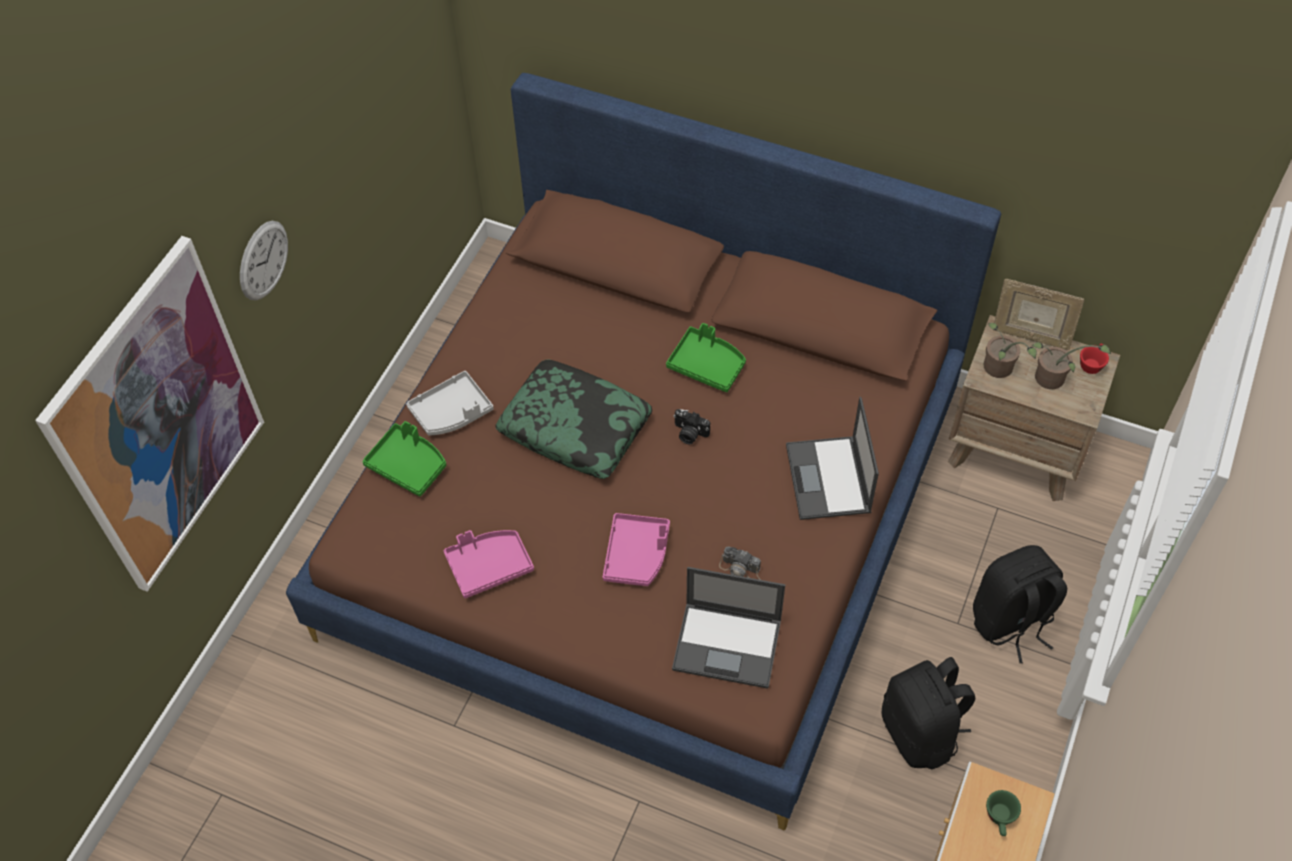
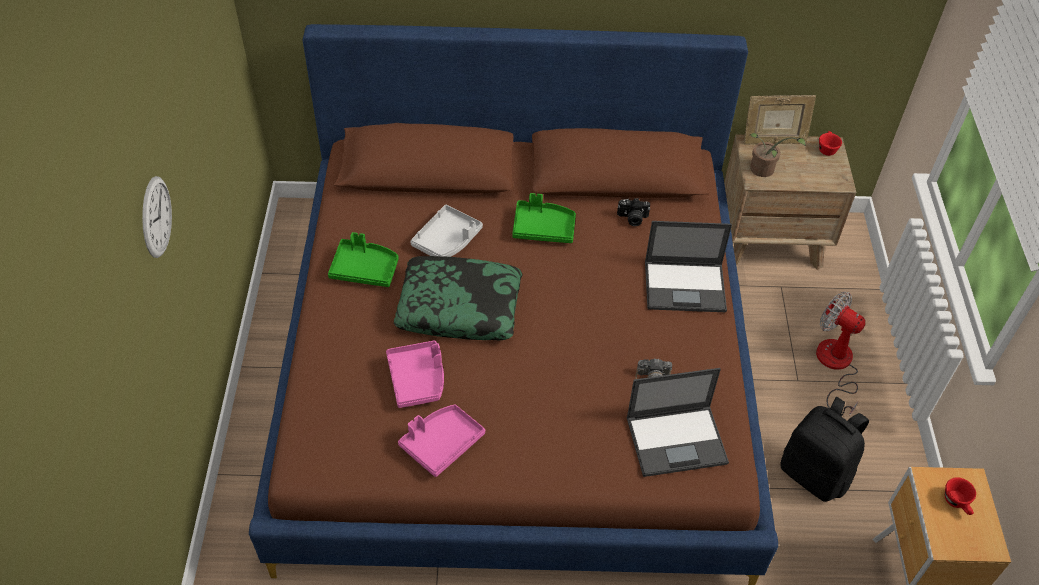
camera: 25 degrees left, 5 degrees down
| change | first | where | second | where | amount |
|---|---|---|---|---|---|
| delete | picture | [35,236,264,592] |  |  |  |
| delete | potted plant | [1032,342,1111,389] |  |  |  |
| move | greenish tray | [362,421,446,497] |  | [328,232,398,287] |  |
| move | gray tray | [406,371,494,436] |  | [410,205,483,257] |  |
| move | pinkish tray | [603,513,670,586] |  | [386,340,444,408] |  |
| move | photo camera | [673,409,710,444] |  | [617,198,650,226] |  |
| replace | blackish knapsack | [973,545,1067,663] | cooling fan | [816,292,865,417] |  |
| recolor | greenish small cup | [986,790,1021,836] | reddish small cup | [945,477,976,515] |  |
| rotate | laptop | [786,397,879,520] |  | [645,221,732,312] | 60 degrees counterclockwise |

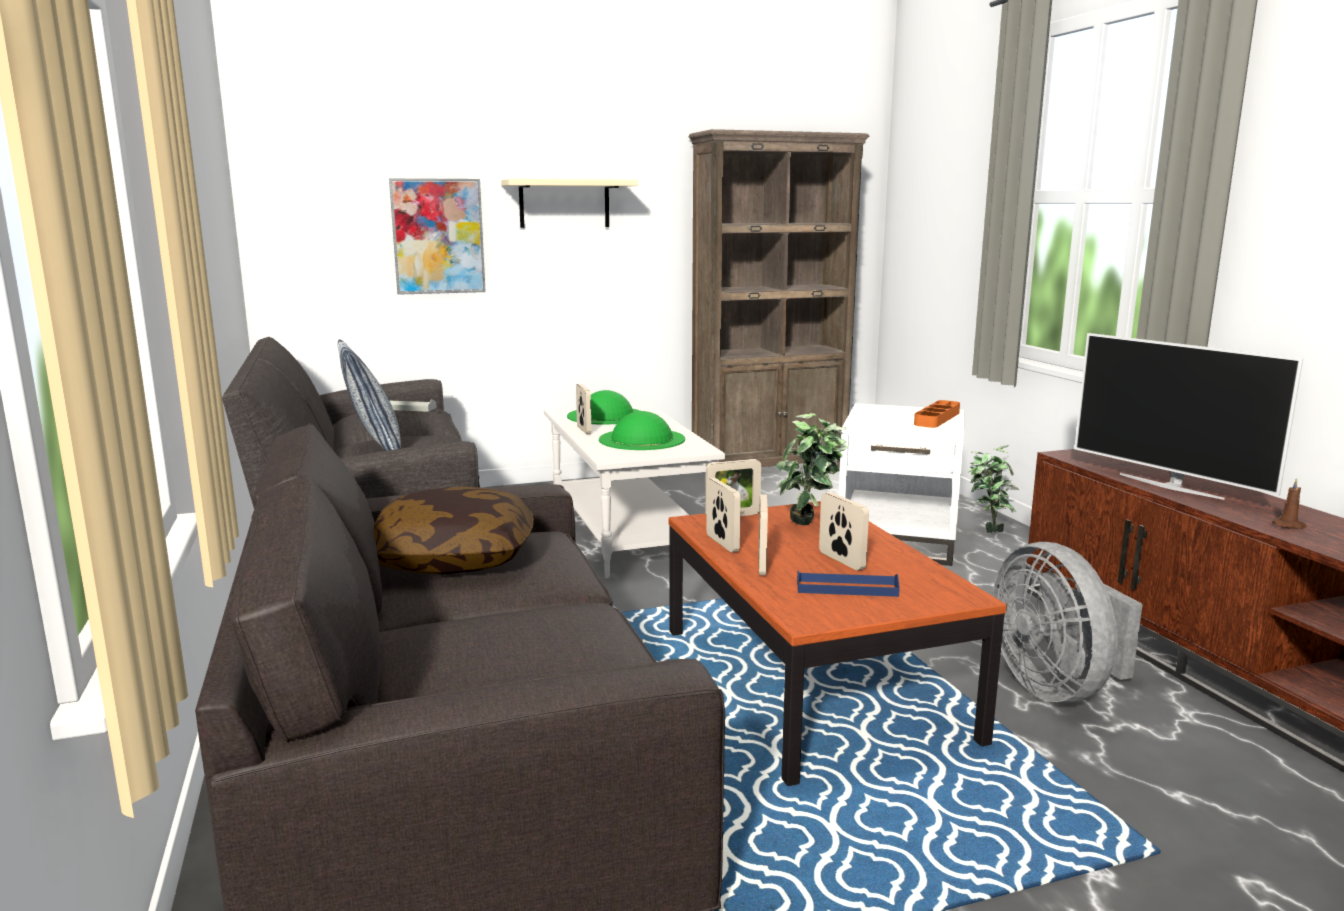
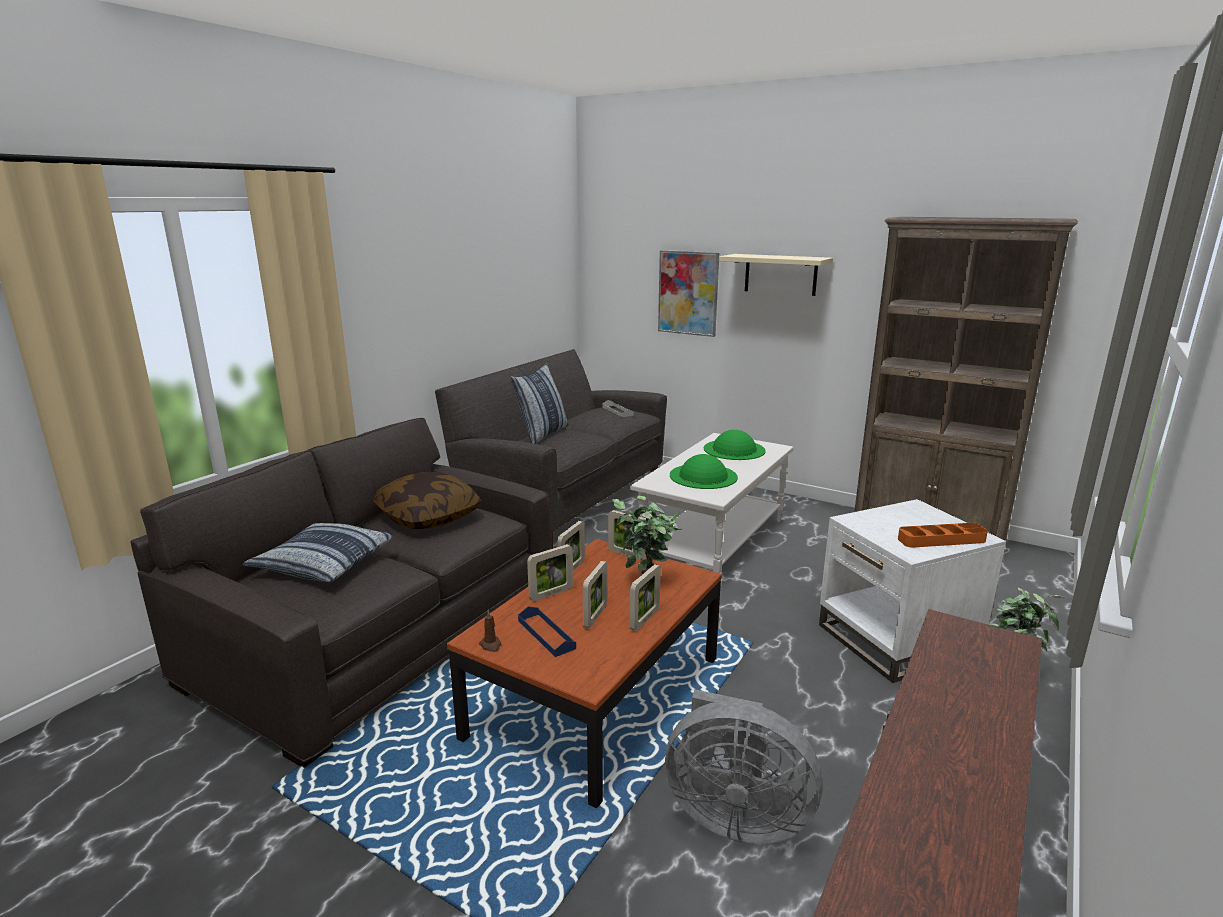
camera: 50 degrees right, 5 degrees up
| change | first | where | second | where | amount |
|---|---|---|---|---|---|
| delete | TV | [1074,333,1303,500] |  |  |  |
| insert |  |  | pillow | [243,523,393,583] |  |
| move | photo frame | [576,384,591,434] |  | [630,564,661,631] |  |
| move | brown-coloured wax candle | [1272,478,1307,529] |  | [479,610,501,652] |  |
| rotate | gray cooling fan | [993,542,1143,703] |  | [665,690,823,844] | 105 degrees counterclockwise |

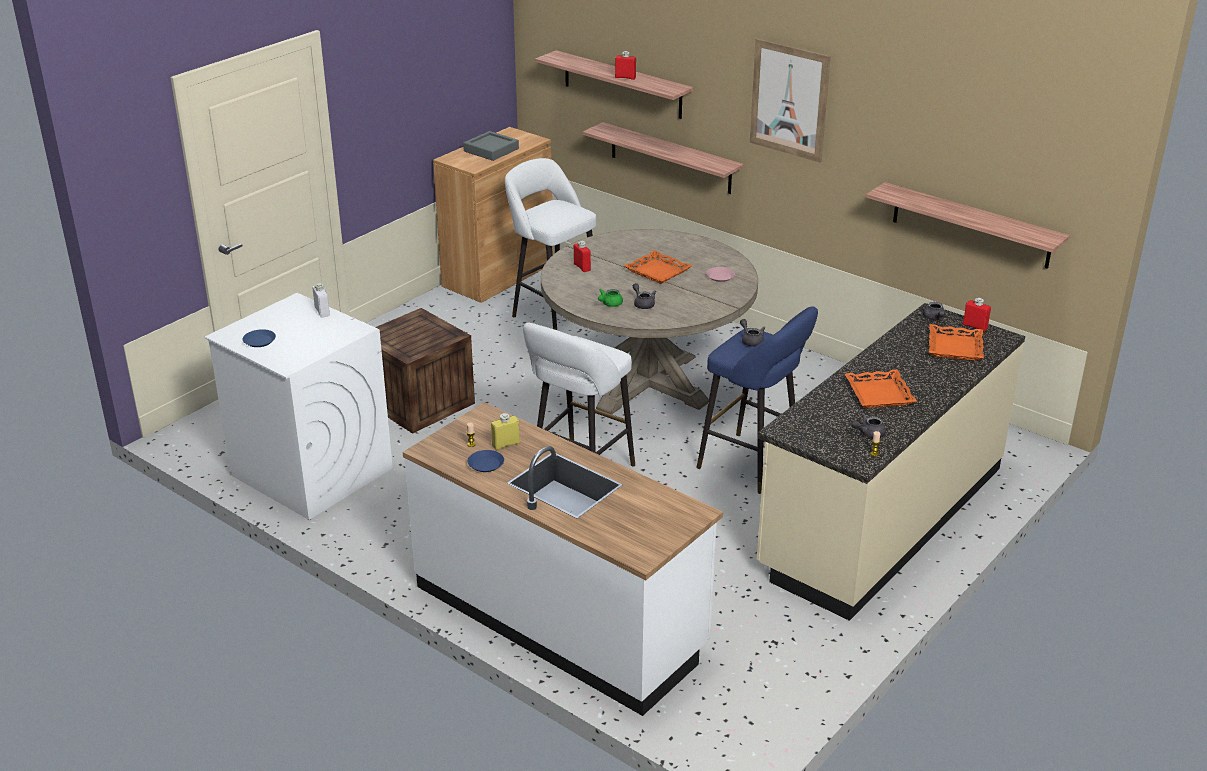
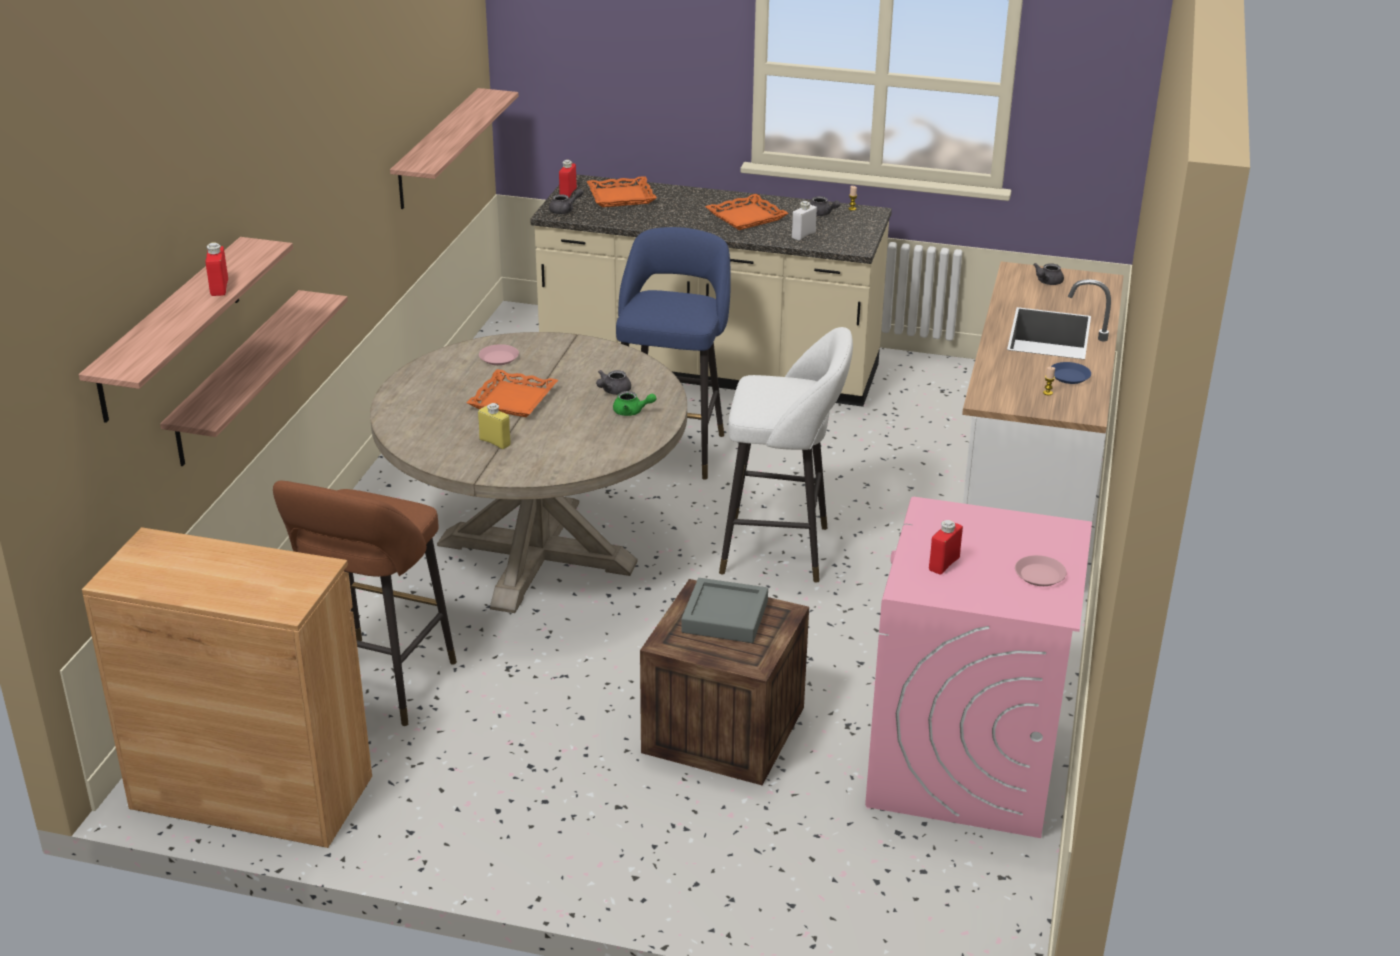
camera: 115 degrees left, 0 degrees up
| change | first | where | second | where | amount |
|---|---|---|---|---|---|
| delete | picture | [750,39,831,163] |  |  |  |
| move | white-coloured drink bottle | [312,283,330,318] |  | [792,201,817,240] |  |
| move | gray tray | [463,131,519,161] |  | [681,578,768,643] |  |
| move | yellowish drink bottle | [491,413,520,450] |  | [478,403,511,449] |  |
| move | reddish drink bottle | [574,241,591,272] |  | [929,520,963,575] |  |
| move | gray pot for tea | [740,319,765,347] |  | [1033,263,1064,285] |  |
| recolor | white-coloured washing machine | [204,293,393,520] | pinkish washing machine | [865,497,1092,838] |  |
| recolor | bluish flat dish | [242,329,276,347] | pinkish flat dish | [1015,555,1067,586] |  |
| recolor | white-coloured sitting stool | [505,158,596,330] | brown-coloured sitting stool | [273,481,457,726] |  |

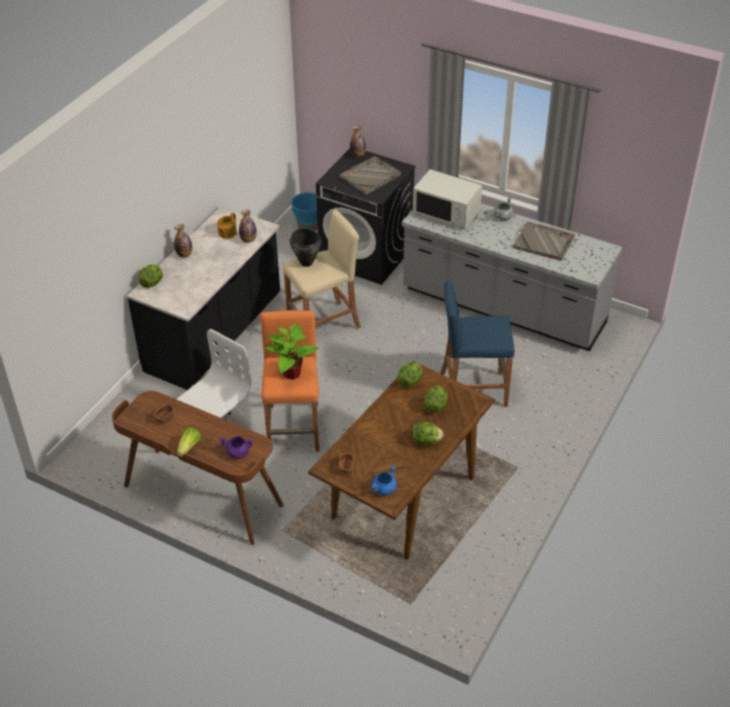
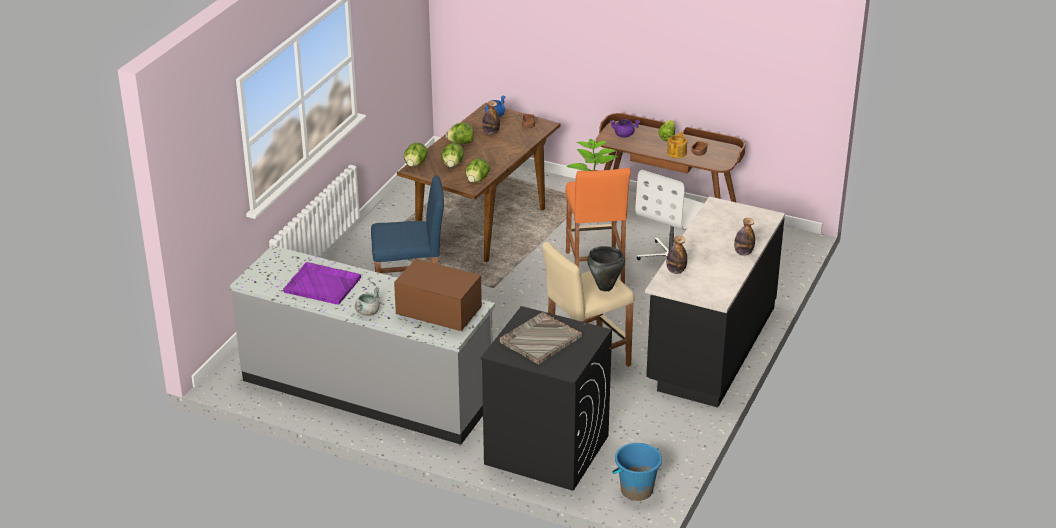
camera: 175 degrees right, 10 degrees down
| change | first | where | second | where | amount |
|---|---|---|---|---|---|
| move | lettuce | [138,264,163,288] |  | [404,143,428,167] |  |
| move | pot for tea | [217,213,237,239] |  | [667,132,687,158] |  |
| move | drink bottle | [350,126,366,157] |  | [482,101,500,135] |  |
| recolor | white-coloured microwave | [413,169,482,229] | brown-coloured microwave | [394,259,482,331] |  |
| recolor | gray tray | [513,222,575,261] | purple-coloured tray | [283,262,361,305] |  |

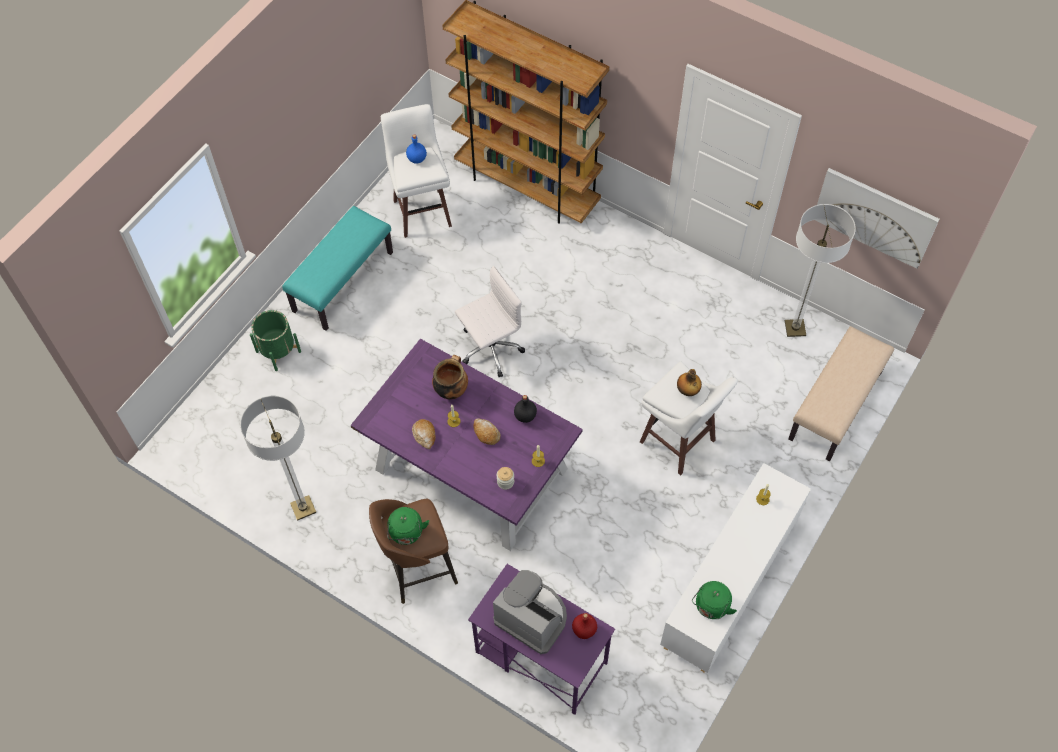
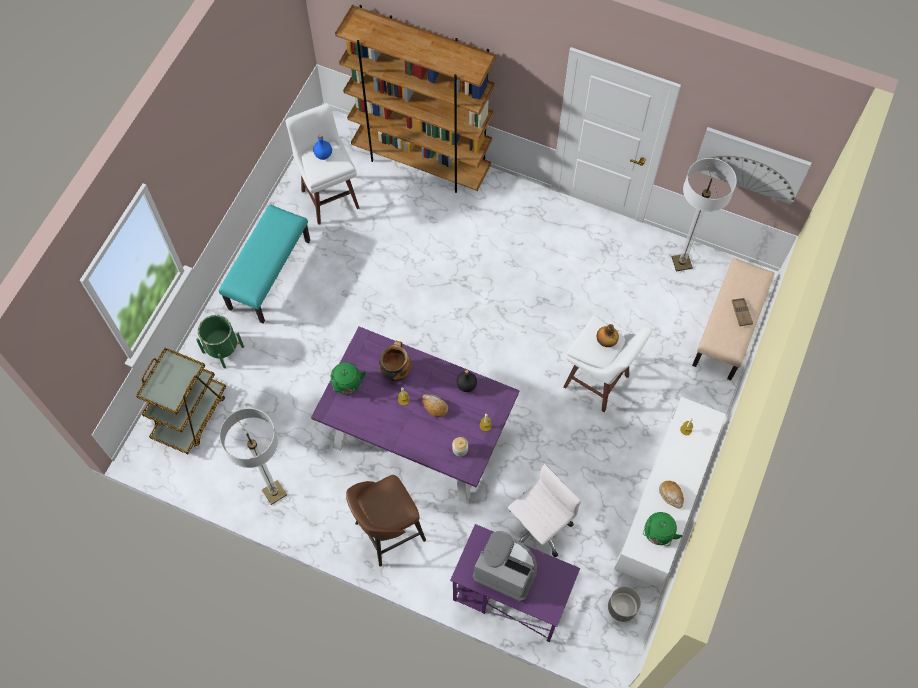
camera: 10 degrees left, 5 degrees up
| change | first | where | second | where | amount |
|---|---|---|---|---|---|
| delete | reddish drink bottle | [572,613,597,639] |  |  |  |
| insert |  |  | brown-coloured trolley | [136,347,226,454] |  |
| insert |  |  | gray flower pot | [608,586,641,622] |  |
| insert |  |  | brown-coloured tray | [731,298,753,326] |  |
| move | greenish kettle | [387,507,429,545] |  | [331,362,366,395] |  |
| move | baked bread | [412,419,436,449] |  | [659,481,684,509] |  |
| move | white-coloured desk chair | [455,266,525,377] |  | [508,464,581,557] |  |

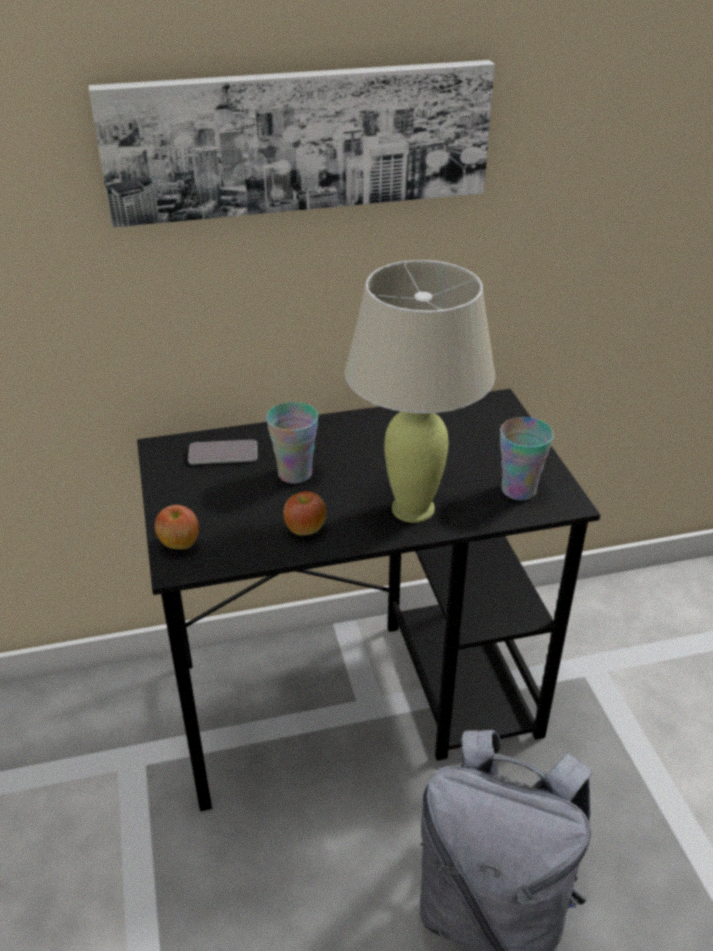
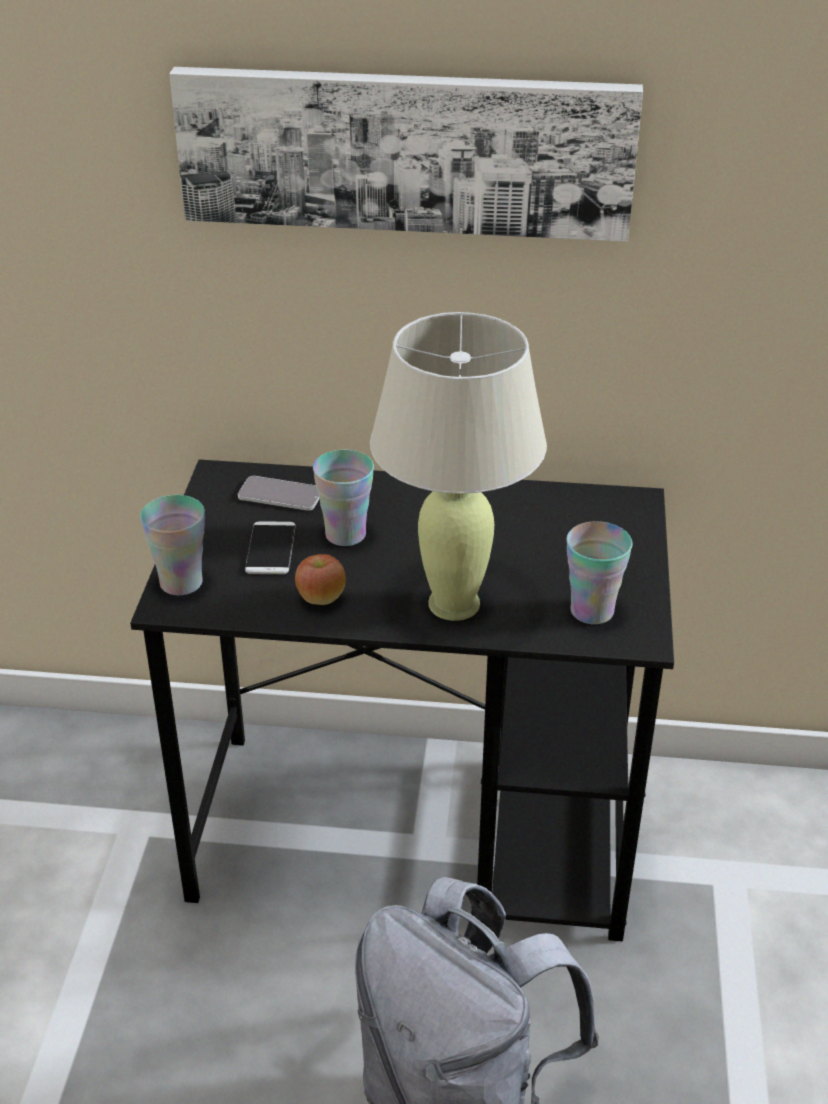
camera: 20 degrees right, 0 degrees up
| change | first | where | second | where | amount |
|---|---|---|---|---|---|
| insert |  |  | handset | [245,521,296,574] |  |
| replace | apple fruit | [155,505,199,549] | small cup | [140,495,205,596] |  |

